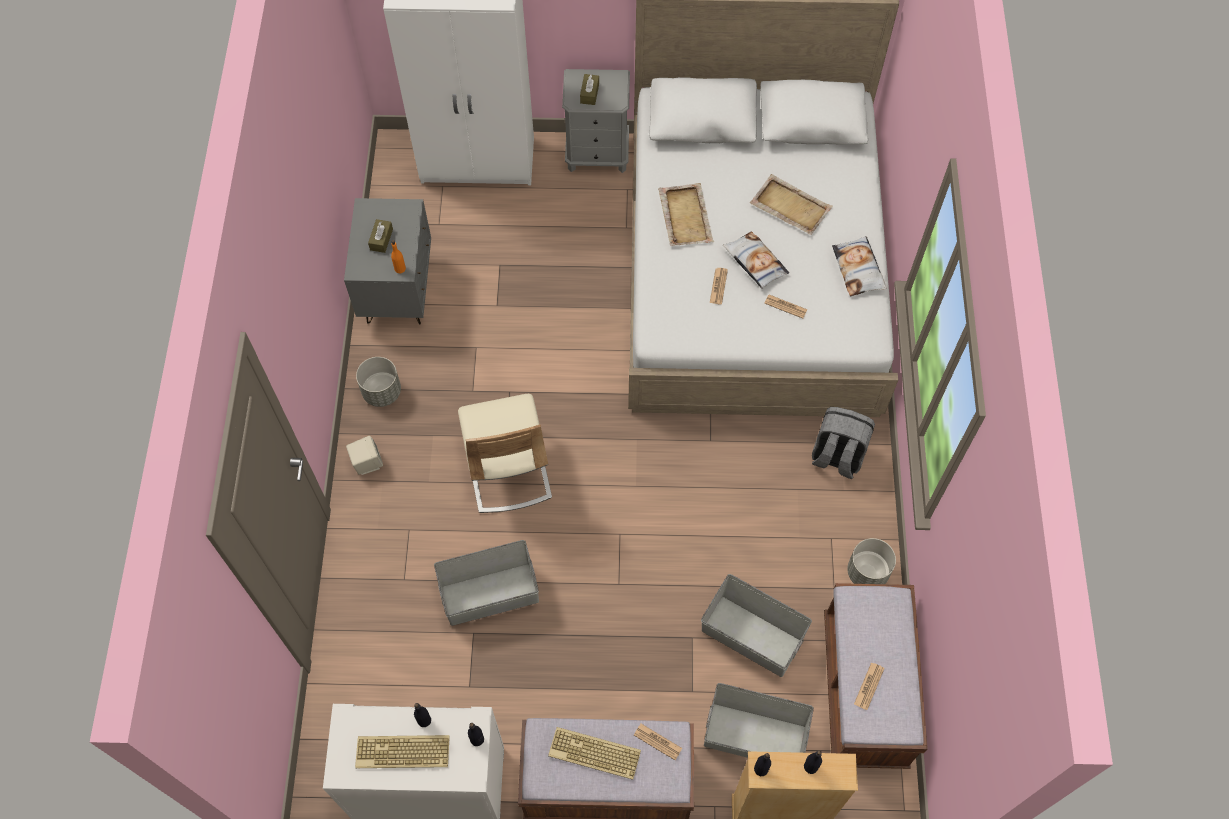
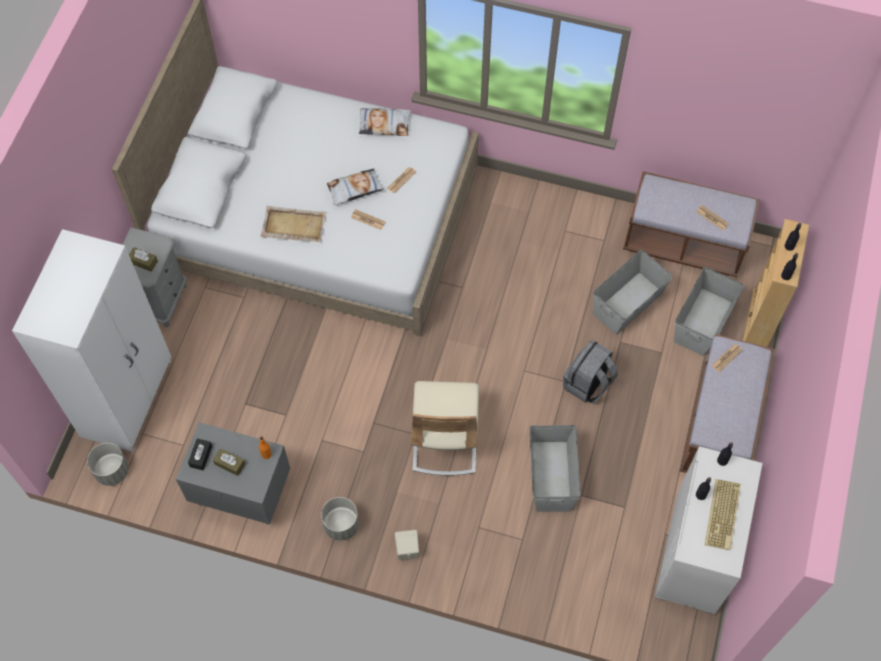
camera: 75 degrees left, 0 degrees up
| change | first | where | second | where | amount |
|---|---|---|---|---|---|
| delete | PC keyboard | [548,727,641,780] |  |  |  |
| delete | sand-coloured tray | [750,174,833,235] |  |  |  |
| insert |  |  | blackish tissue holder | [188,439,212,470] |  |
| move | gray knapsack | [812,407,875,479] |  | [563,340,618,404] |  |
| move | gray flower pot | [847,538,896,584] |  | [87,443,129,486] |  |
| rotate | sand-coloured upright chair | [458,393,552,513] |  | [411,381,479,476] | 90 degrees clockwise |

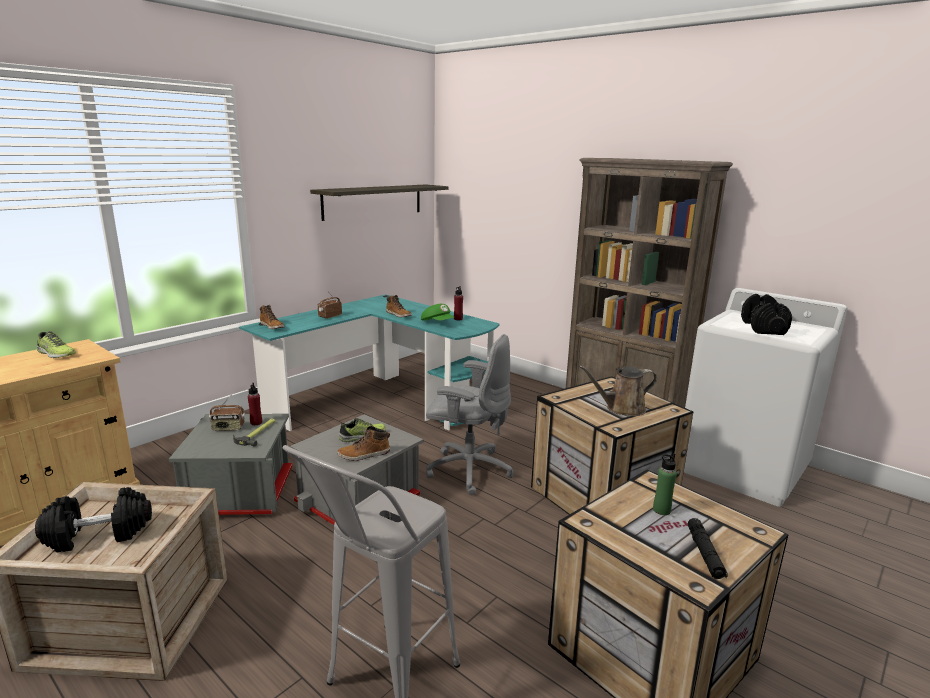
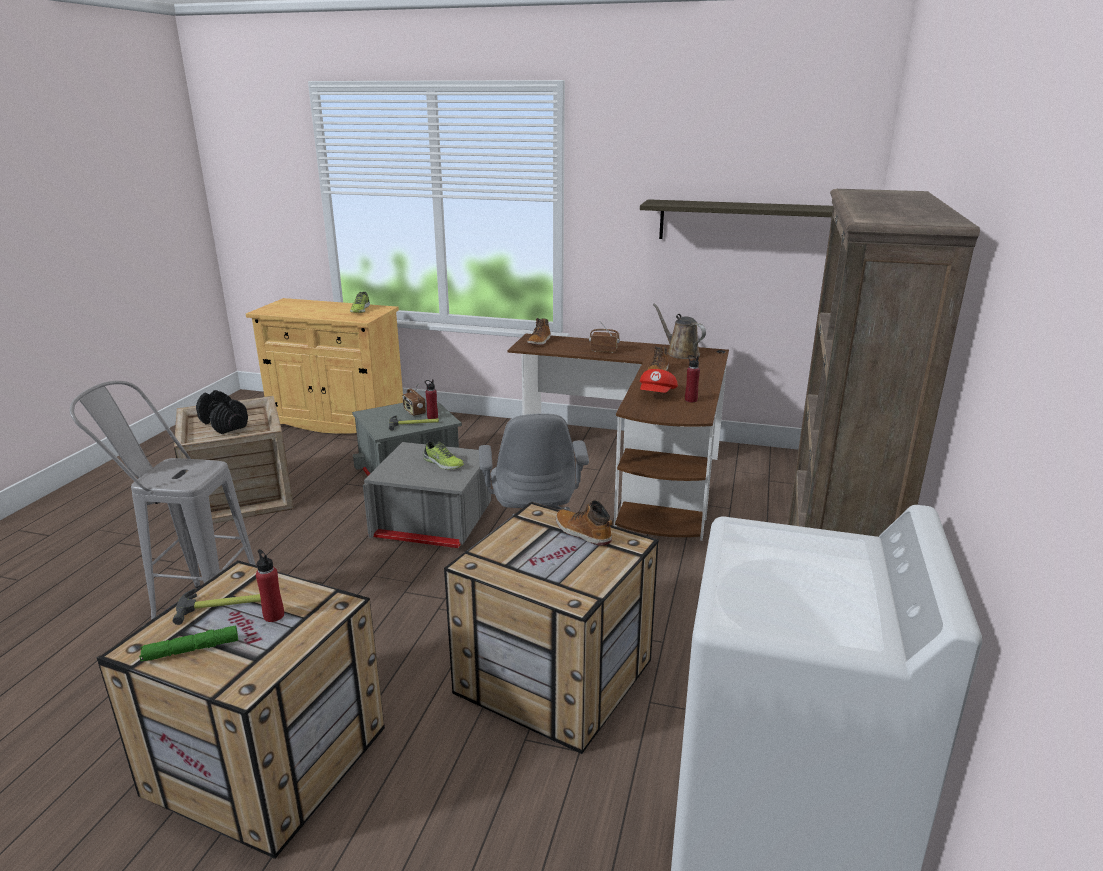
camera: 65 degrees right, 5 degrees up
| change | first | where | second | where | amount |
|---|---|---|---|---|---|
| delete | blackish free weight | [741,294,792,335] |  |  |  |
| insert |  |  | tool hammer | [173,589,261,625] |  |
| move | boot | [337,426,390,461] |  | [556,500,612,546] |  |
| move | brown-coloured watering can | [579,365,658,416] |  | [653,303,706,359] |  |
| recolor | blue-green desk | [239,294,500,431] | brown-coloured desk | [508,334,729,541] |  |
| recolor | greenish baseball cap | [421,304,454,321] | reddish baseball cap | [640,369,678,393] |  |
| recolor | greenish drink bottle | [653,453,677,515] | reddish drink bottle | [256,549,284,622] |  |
| recolor | blackish hand torch | [688,518,728,579] | greenish hand torch | [139,625,238,661] |  |

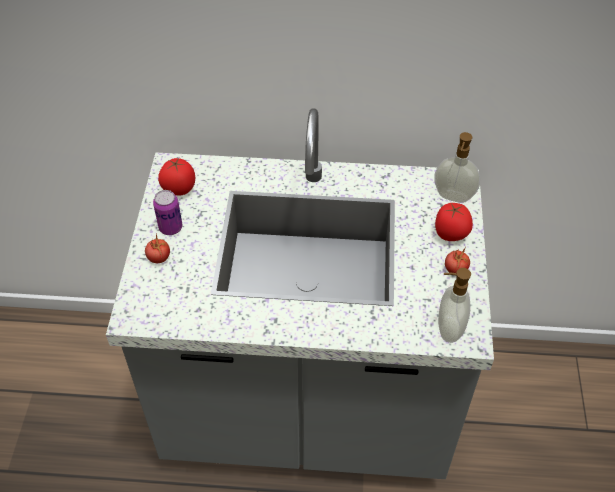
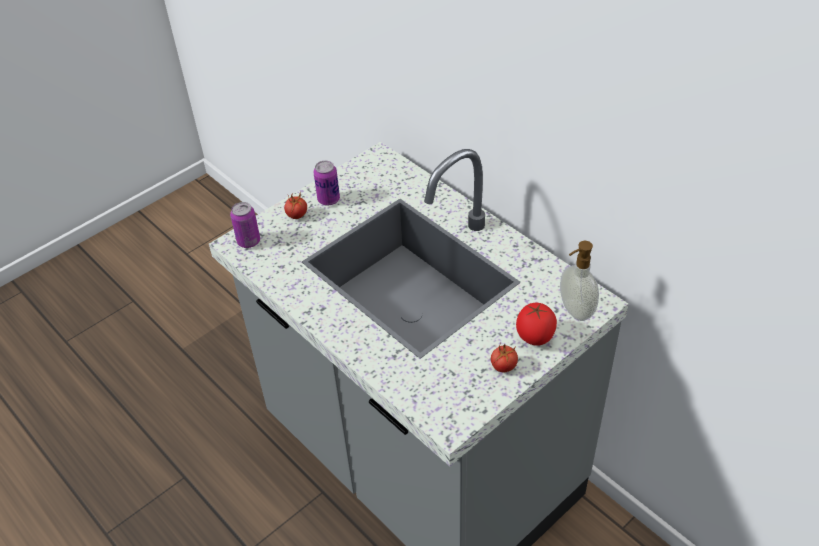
camera: 45 degrees right, 5 degrees down
| change | first | where | second | where | amount |
|---|---|---|---|---|---|
| delete | tomato | [158,158,195,196] |  |  |  |
| delete | soap bottle | [438,268,471,343] |  |  |  |
| insert |  |  | can | [230,202,260,248] |  |

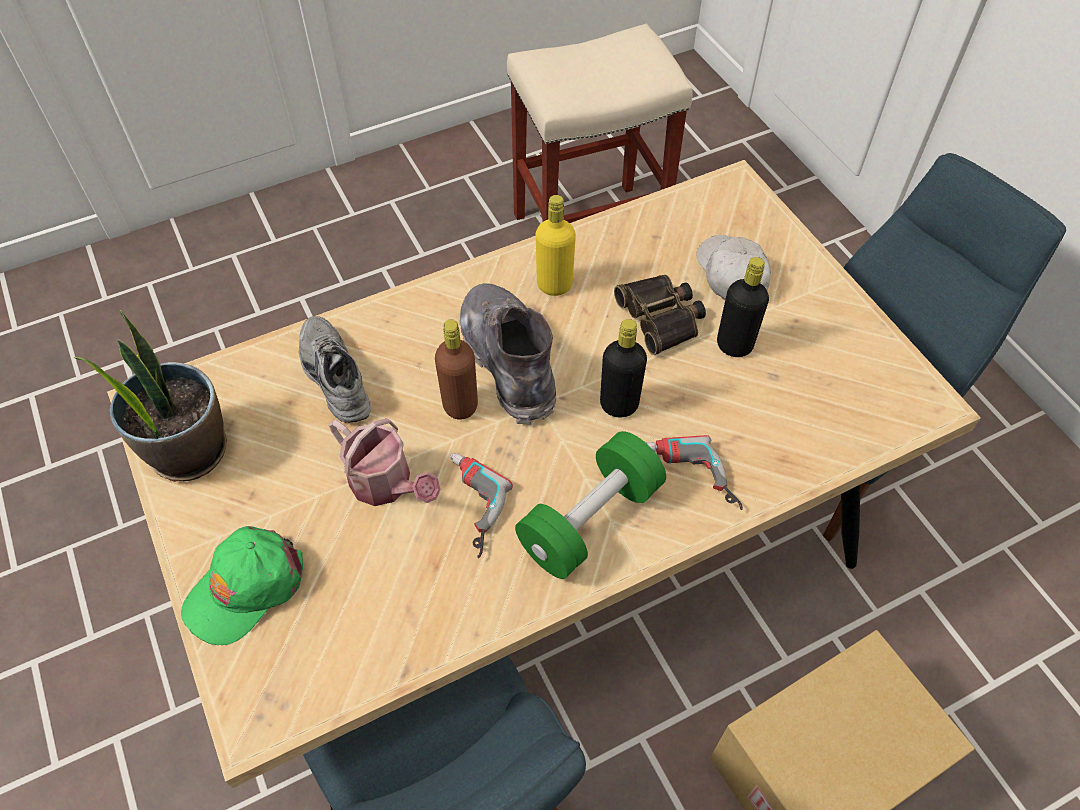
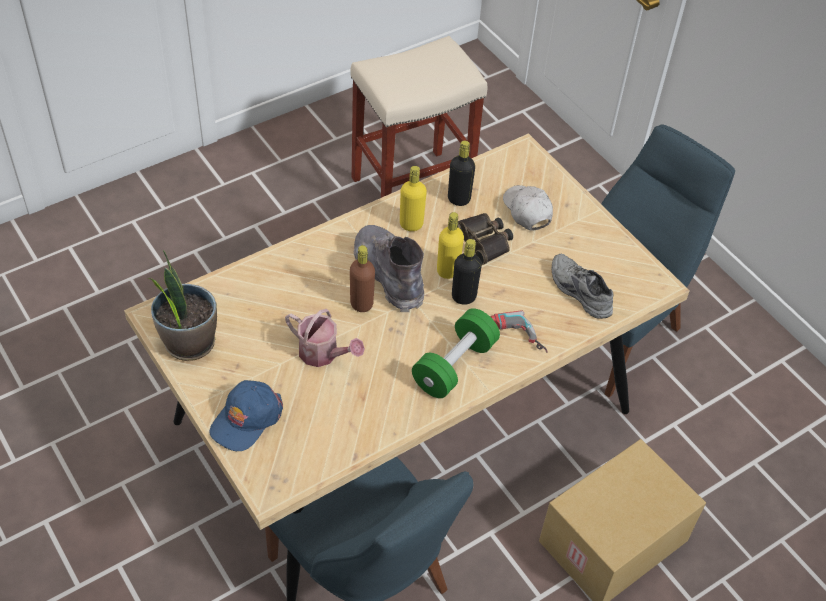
camera: 10 degrees left, 5 degrees down
| change | first | where | second | where | amount |
|---|---|---|---|---|---|
| delete | electric drill | [450,453,513,558] |  |  |  |
| insert |  |  | yellowish drink bottle | [437,212,464,279] |  |
| move | gray low shoe | [299,316,371,423] |  | [552,254,613,319] |  |
| move | blackish drink bottle | [717,257,769,357] |  | [448,140,475,206] |  |
| recolor | greenish baseball cap | [181,526,303,645] | bluish baseball cap | [209,380,283,451] |  |

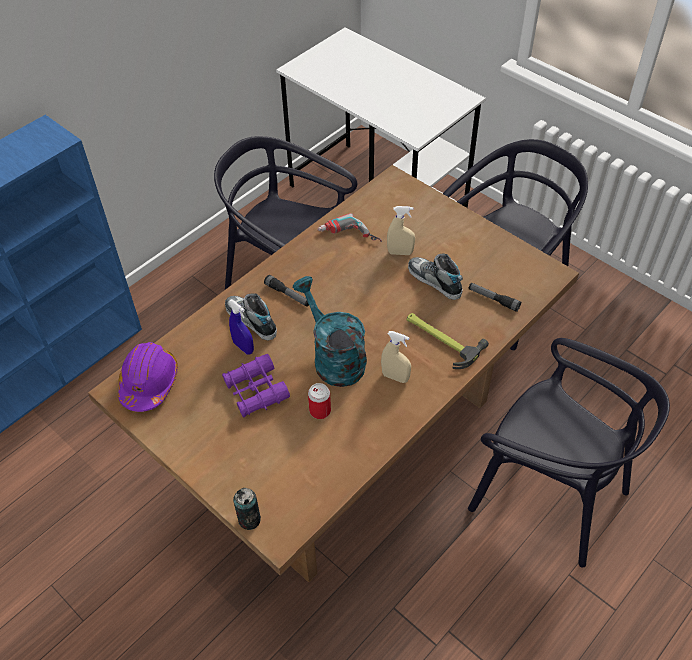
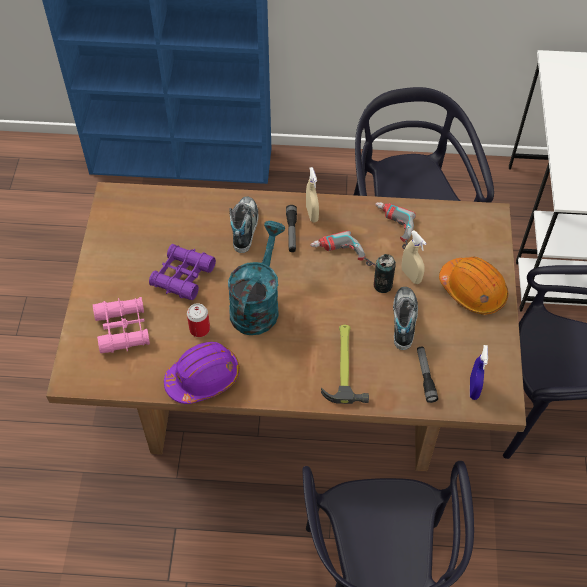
camera: 50 degrees right, 5 degrees up
| change | first | where | second | where | amount |
|---|---|---|---|---|---|
| insert |  |  | pinkish pair of binoculars | [93,297,150,353] |  |
| insert |  |  | electric drill | [310,230,376,268] |  |
| insert |  |  | orangey safety helmet | [439,257,508,315] |  |
| move | purple-coloured safety helmet | [118,342,178,412] |  | [164,342,240,404] |  |
| move | bluish hand sprayer | [229,299,254,355] |  | [470,345,488,400] |  |
| move | can | [233,488,261,530] |  | [374,254,396,293] |  |
| move | sand-coloured hand sprayer | [381,331,411,383] |  | [306,167,319,223] |  |

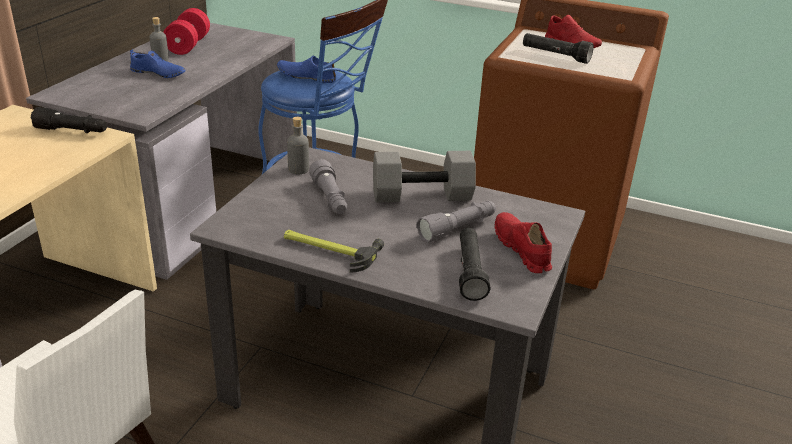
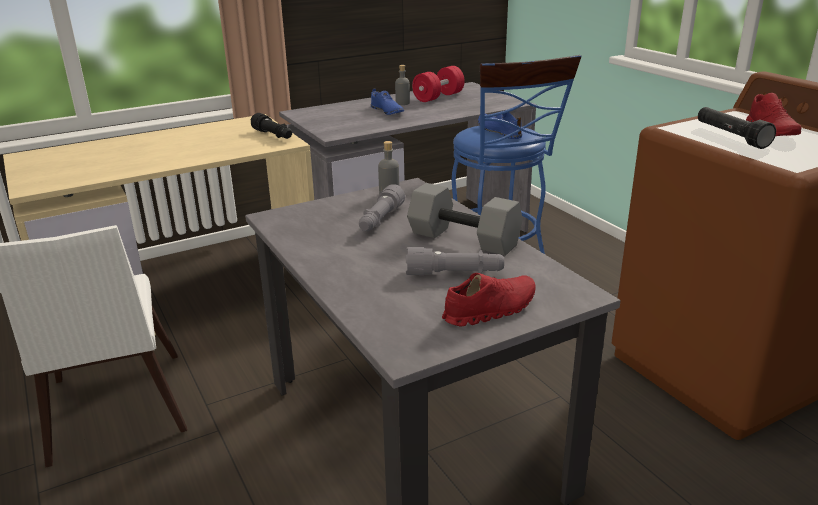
camera: 40 degrees right, 5 degrees down
| change | first | where | second | where | amount |
|---|---|---|---|---|---|
| delete | tool hammer | [284,230,384,273] |  |  |  |
| delete | blackish hand torch | [459,228,490,301] |  |  |  |
| rotate | reddish low shoe | [495,212,552,273] |  | [442,273,536,327] | 45 degrees clockwise |

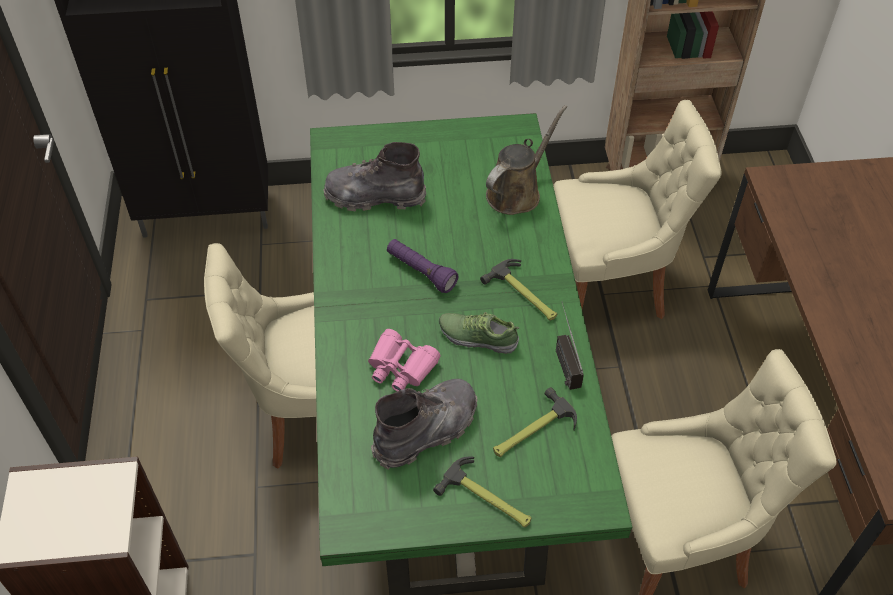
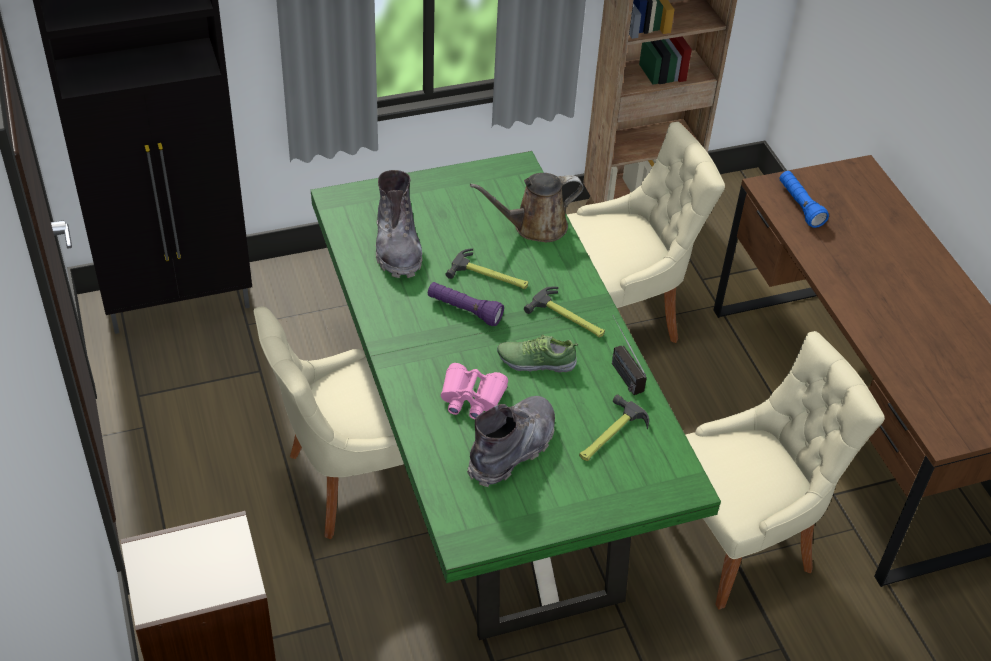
camera: 15 degrees left, 5 degrees down
| change | first | where | second | where | amount |
|---|---|---|---|---|---|
| insert |  |  | bluish hand torch | [779,171,829,228] |  |
| move | tool hammer | [433,457,532,528] |  | [446,248,528,289] |  |
| rotate | gray boot | [324,142,426,211] |  | [376,170,422,278] | 90 degrees counterclockwise |
| rotate | brown-coloured watering can | [486,105,567,215] |  | [470,173,583,242] | 135 degrees counterclockwise |

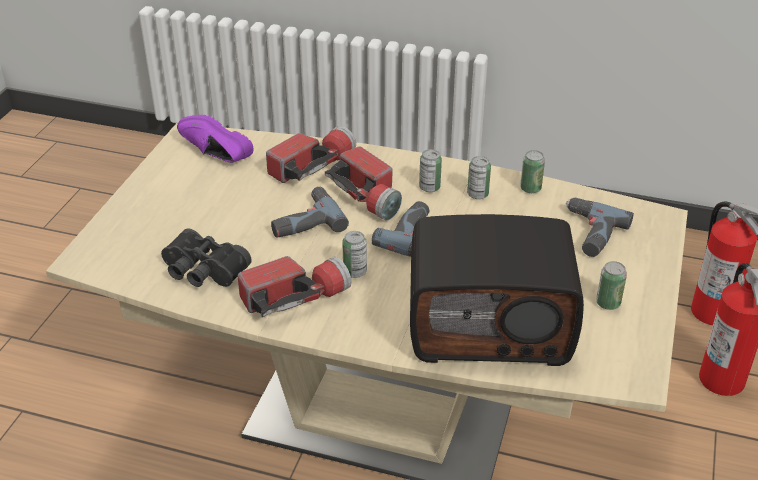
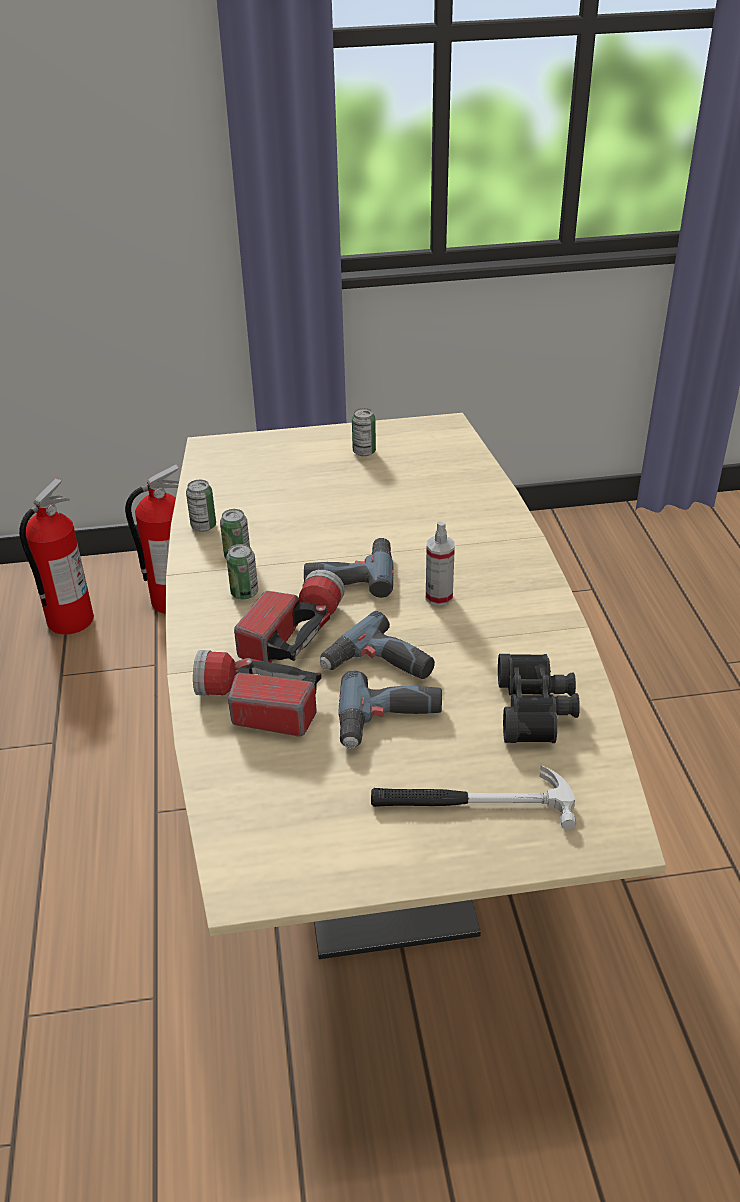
camera: 115 degrees left, 0 degrees up
| change | first | where | second | where | amount |
|---|---|---|---|---|---|
| delete | purple-coloured low shoe | [177,115,254,163] |  |  |  |
| delete | hand torch | [238,256,351,317] |  |  |  |
| delete | radio | [410,214,584,366] |  |  |  |
| insert |  |  | tool hammer | [371,765,577,830] |  |
| move | electric drill | [566,197,634,257] |  | [339,670,442,749] |  |
| replace | can | [342,231,367,278] | hand sprayer | [426,521,455,606] |  |

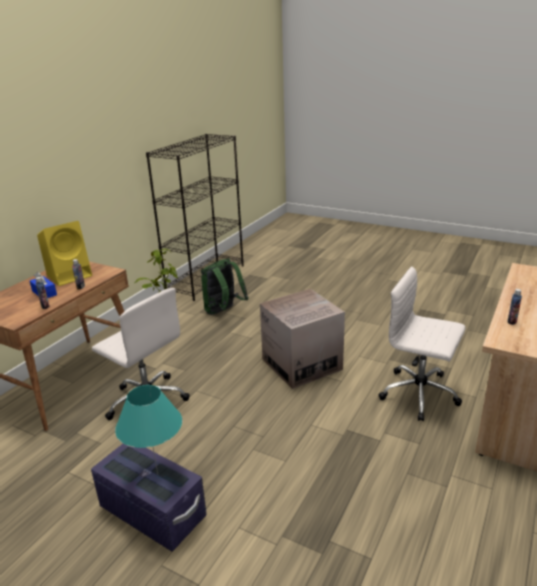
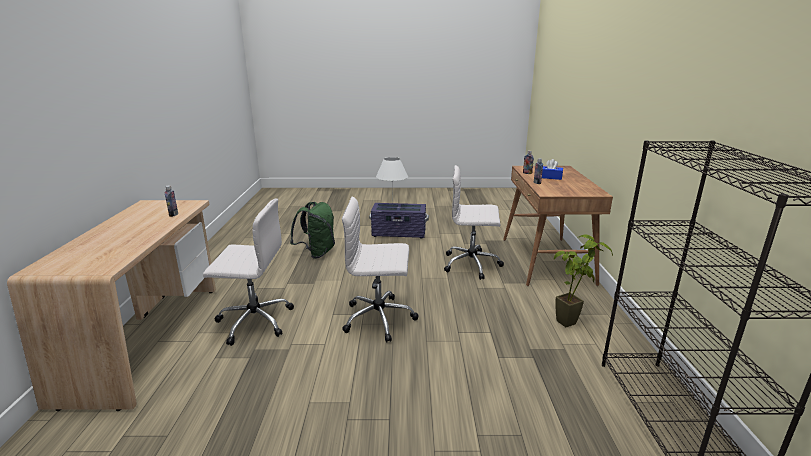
camera: 150 degrees right, 5 degrees down
| change | first | where | second | where | amount |
|---|---|---|---|---|---|
| delete | yellowish loudspeaker | [37,221,92,286] |  |  |  |
| move | greenish knapsack | [201,258,248,315] |  | [290,202,335,259] |  |
| replace | cardboard box | [260,289,345,389] | white-coloured desk chair | [342,197,418,342] |  |
| recolor | blue-green table lamp | [115,385,182,475] | white-coloured table lamp | [376,157,408,208] |  |

